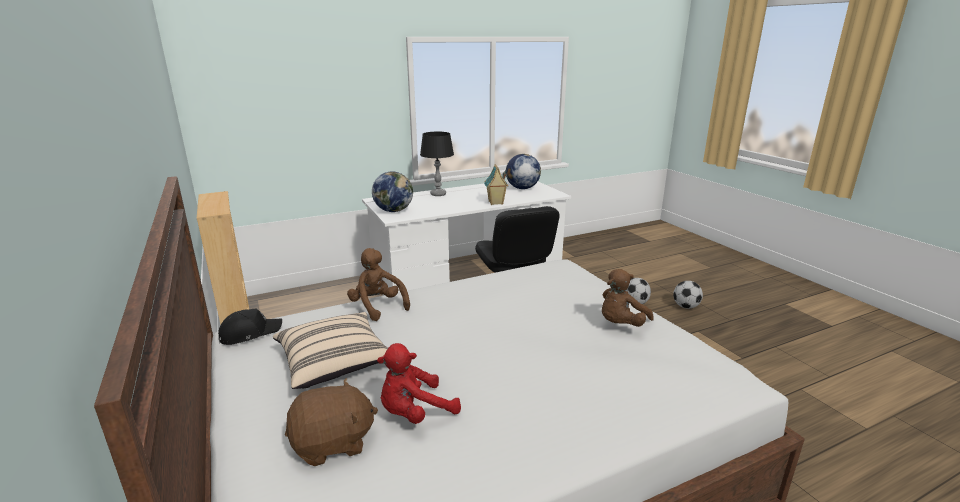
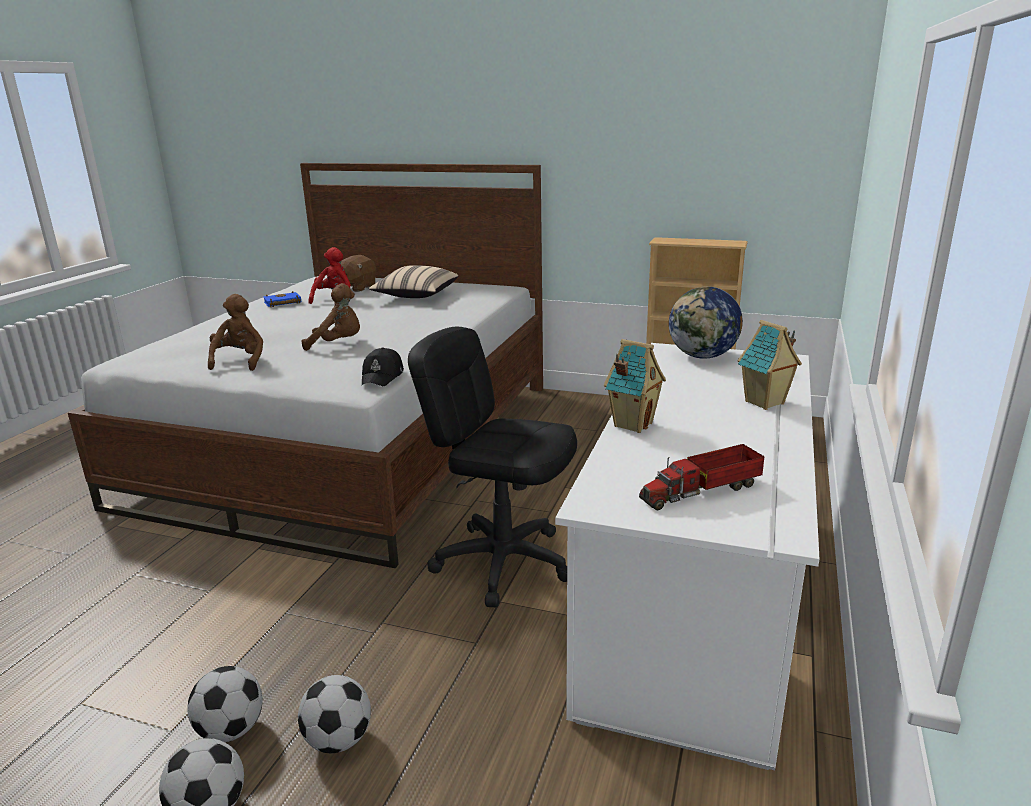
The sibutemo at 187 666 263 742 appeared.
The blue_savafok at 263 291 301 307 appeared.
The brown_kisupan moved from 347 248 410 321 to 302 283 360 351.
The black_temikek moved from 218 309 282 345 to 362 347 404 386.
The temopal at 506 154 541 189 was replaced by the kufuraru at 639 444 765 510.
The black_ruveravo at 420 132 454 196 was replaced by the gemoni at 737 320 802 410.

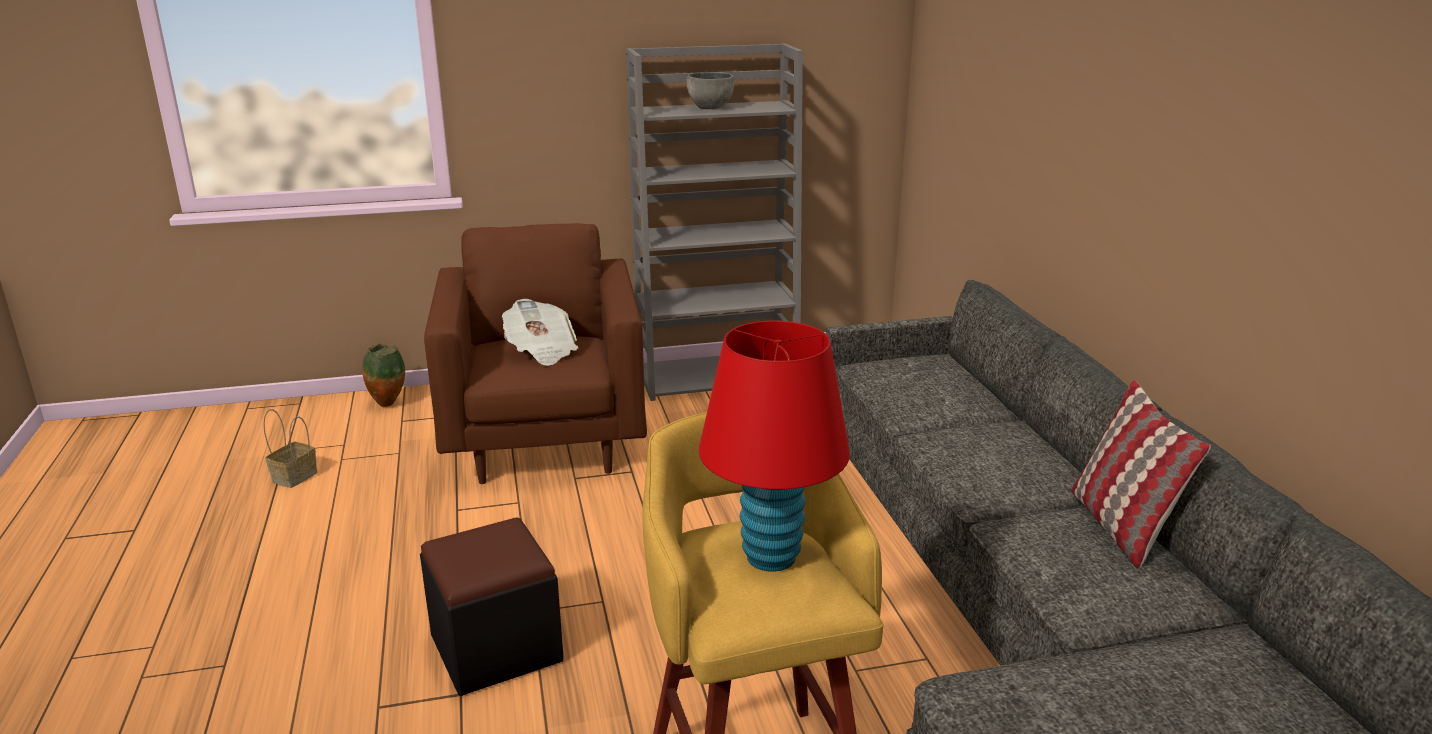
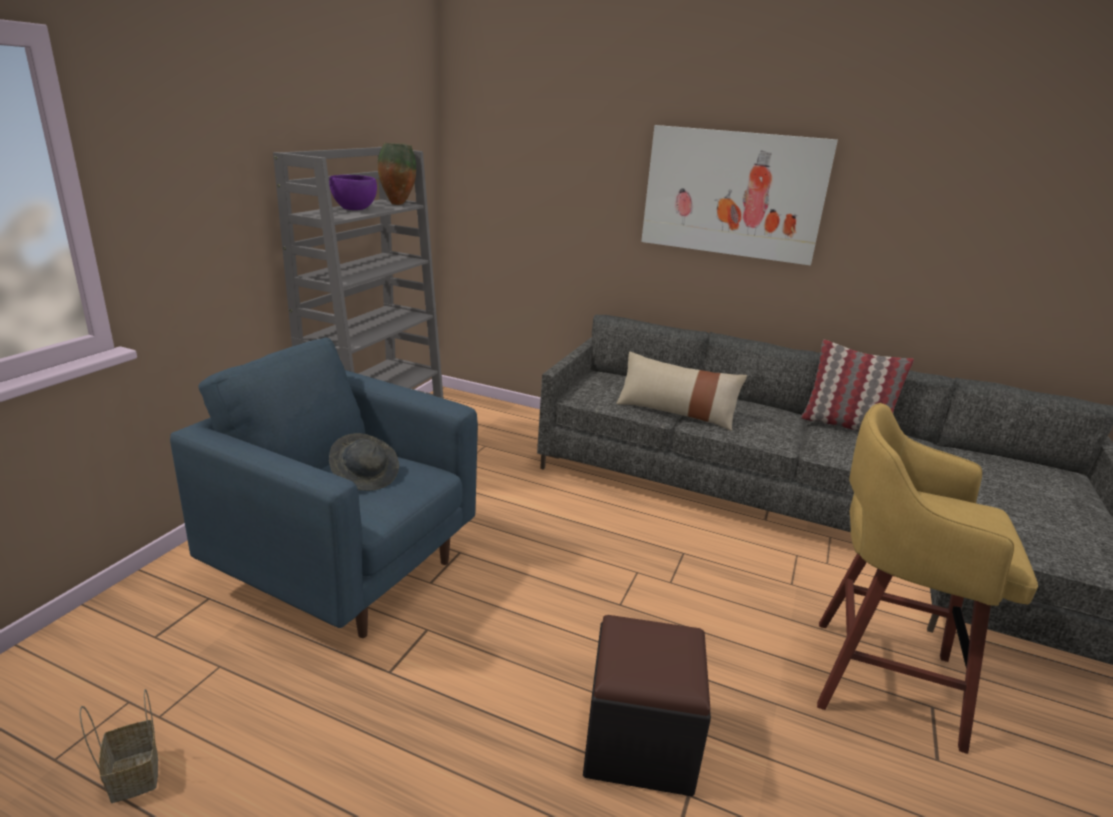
The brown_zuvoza at 424 223 647 484 became the blue_zuvoza at 170 338 478 638.
The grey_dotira at 686 72 734 109 became the purple_dotira at 329 175 377 210.
The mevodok at 502 299 578 366 was replaced by the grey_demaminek at 329 433 399 491.
The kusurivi moved from 362 343 405 407 to 378 142 416 205.
The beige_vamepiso at 616 352 747 431 appeared.
The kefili at 641 125 838 266 appeared.
The red_ruveravo at 699 321 850 572 disappeared.

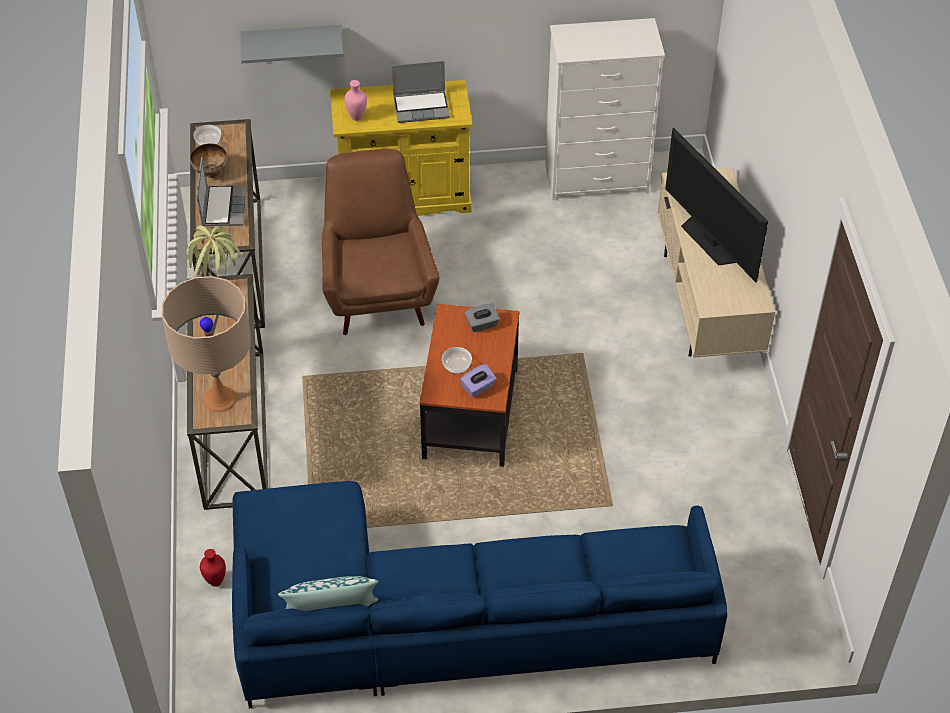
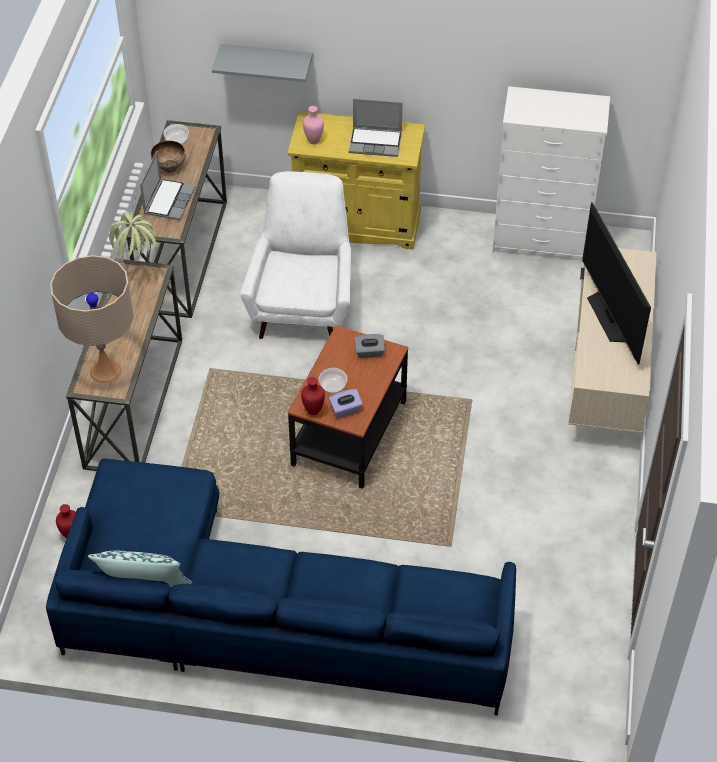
The brown_zuvoza at 322 149 440 335 became the white_zuvoza at 240 171 351 339.
The red_kusurivi at 301 377 325 415 appeared.

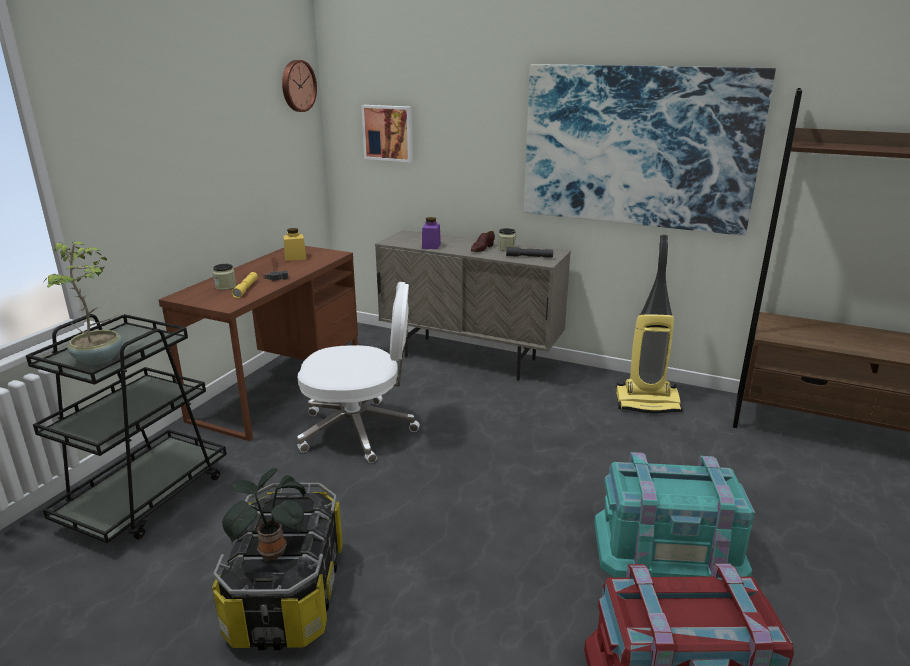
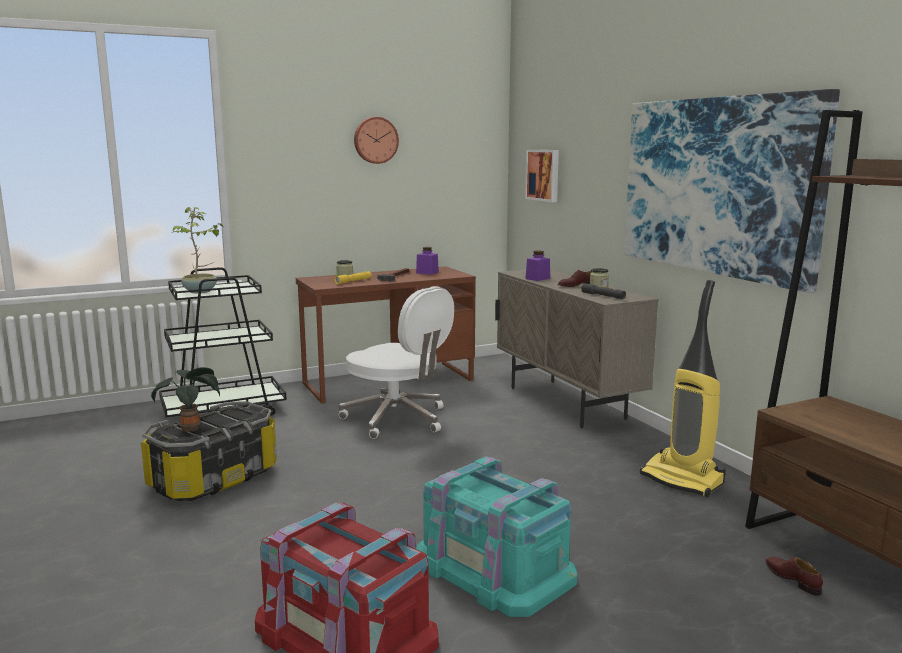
The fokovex moved from 282 60 317 112 to 354 117 399 164.
The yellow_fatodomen at 283 228 307 261 became the purple_fatodomen at 416 247 439 275.
The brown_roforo at 765 557 823 596 appeared.

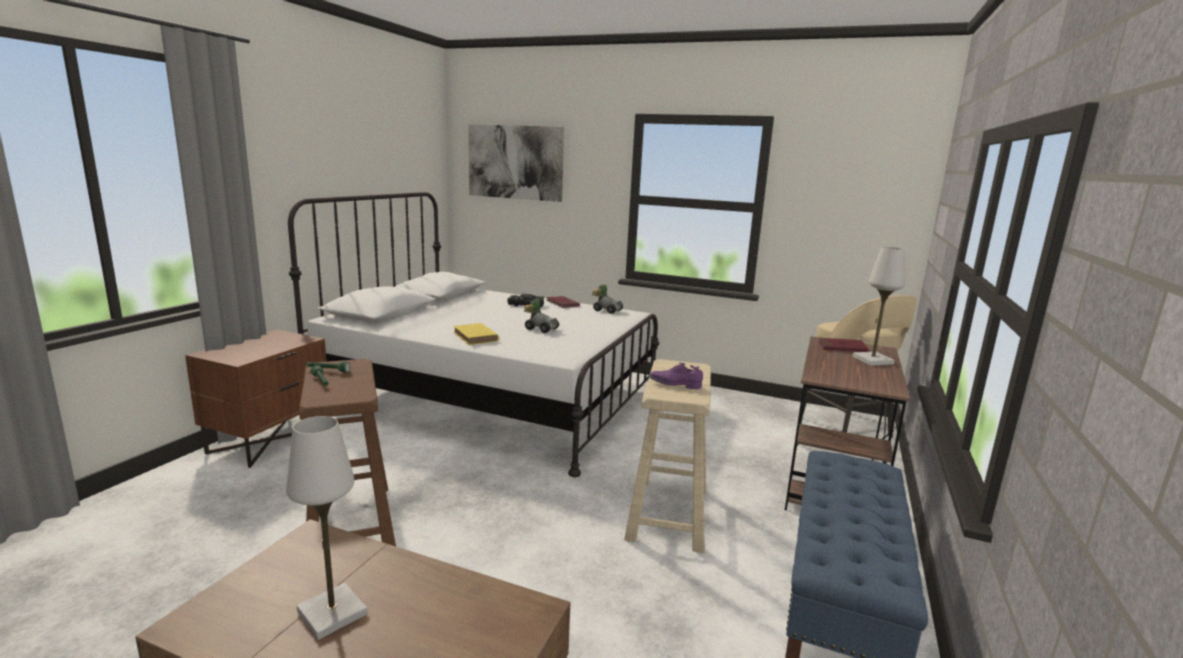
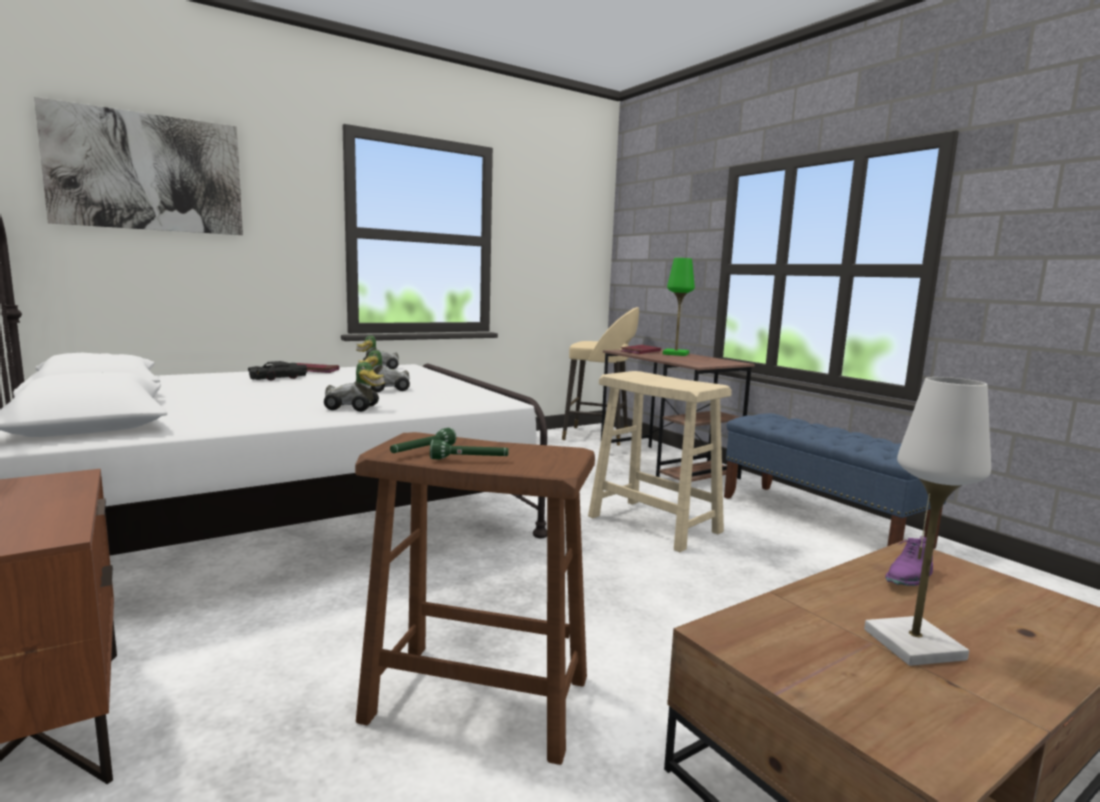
The yellow_savafok at 454 323 499 345 was replaced by the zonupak at 324 362 385 412.
The white_ruveravo at 852 247 905 366 became the green_ruveravo at 663 258 695 356.
The purple_roforo moved from 649 363 703 389 to 885 536 933 586.

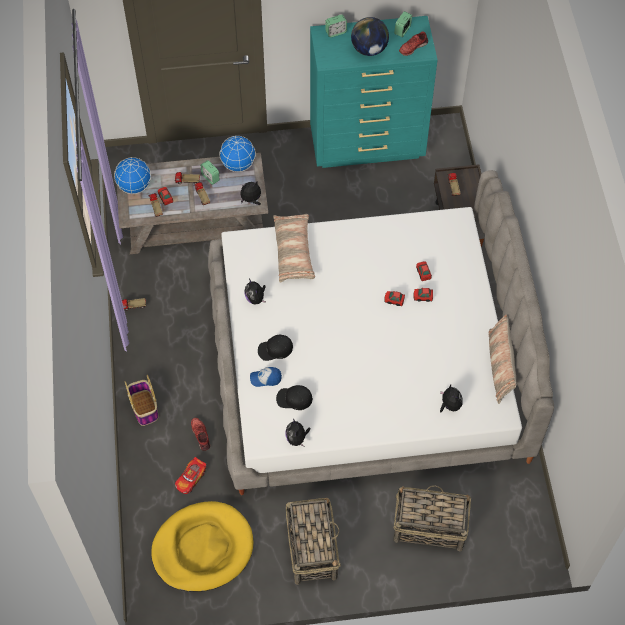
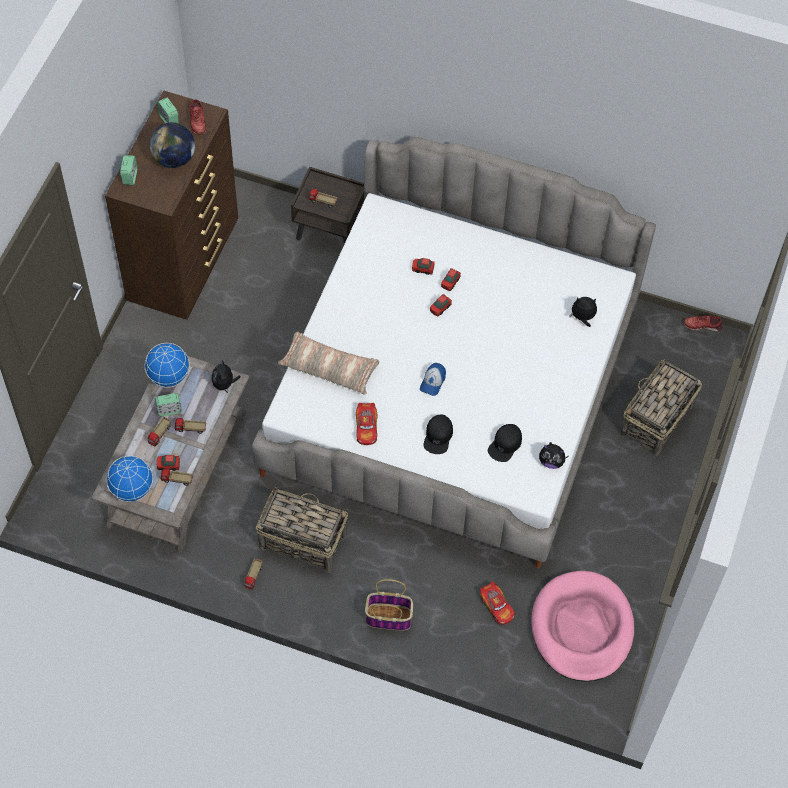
The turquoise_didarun at 310 16 438 168 became the brown_didarun at 105 91 238 320.
The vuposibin moved from 286 497 341 585 to 256 487 348 573.
The kisupan at 244 279 266 305 was replaced by the zonupak at 356 403 377 445.
The temikek moved from 250 367 282 387 to 420 363 446 396.
The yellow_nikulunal at 151 501 253 592 became the pink_nikulunal at 531 571 634 682.
The red_roforo moved from 191 418 210 451 to 684 315 722 332.
The vamepiso at 488 314 516 404 disappeared.

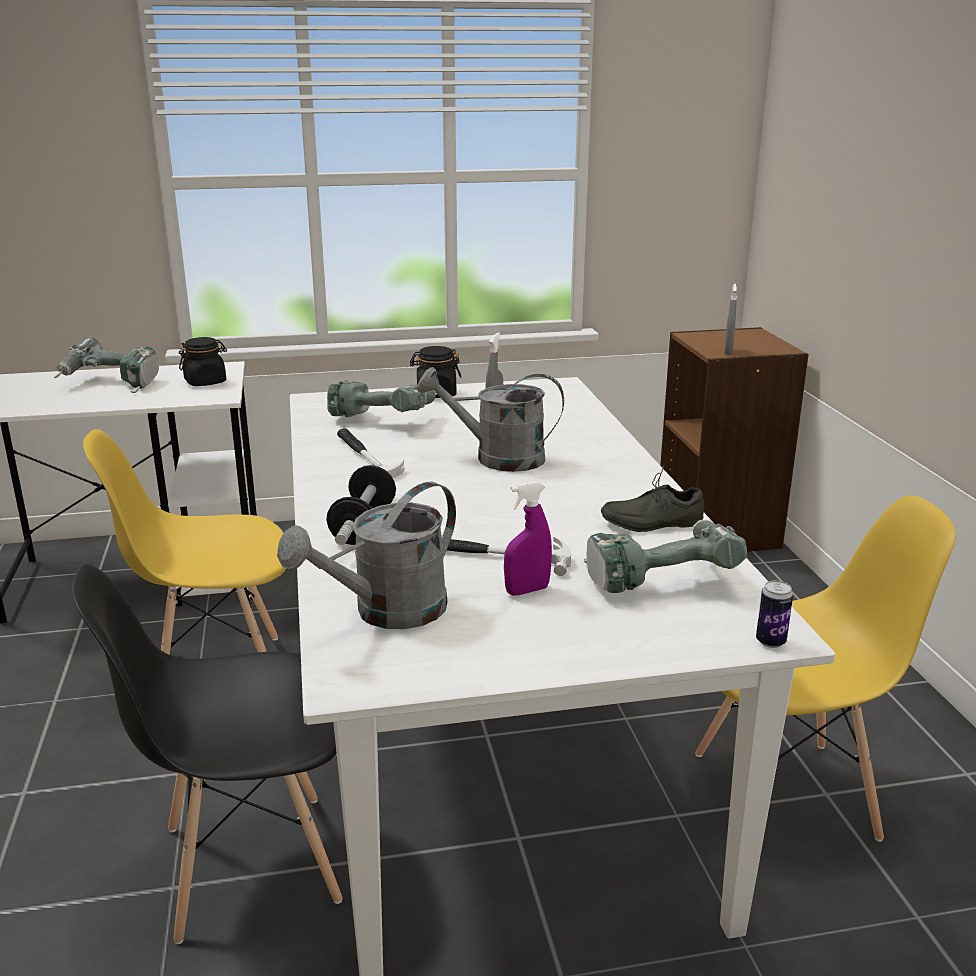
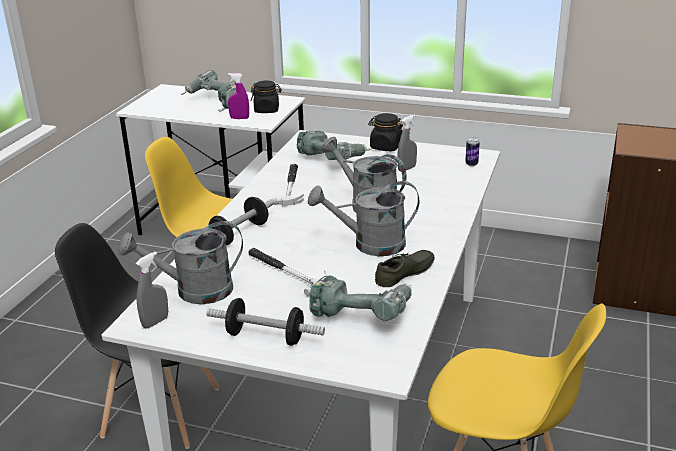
The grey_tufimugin moved from 724 284 737 354 to 136 251 168 329.
The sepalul at 206 298 325 346 appeared.
The purple_tufimugin moved from 504 481 552 596 to 228 73 249 119.
The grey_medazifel at 308 181 419 256 appeared.
The grey_roforo at 601 465 704 532 turned 120 degrees clockwise.
The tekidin moved from 756 581 793 648 to 465 137 480 166.

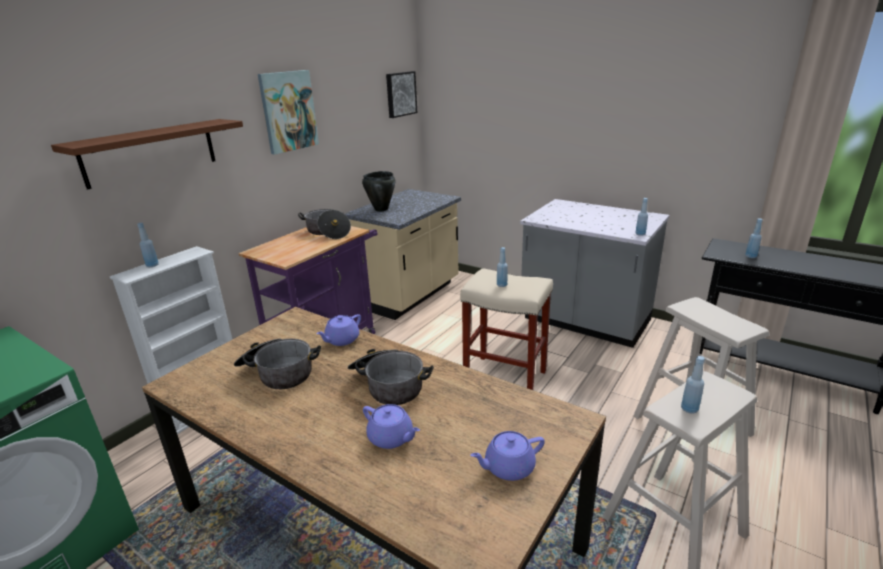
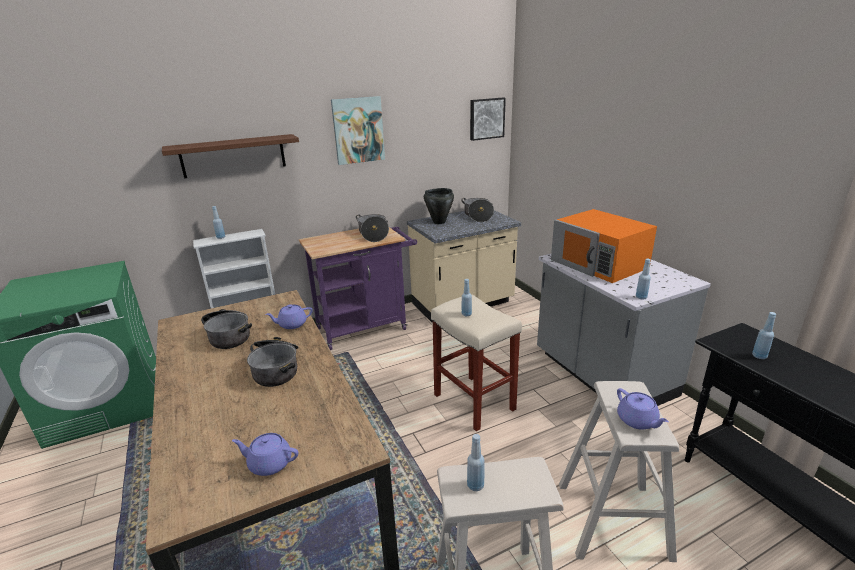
The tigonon at 461 198 494 222 appeared.
The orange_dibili at 551 209 657 283 appeared.
The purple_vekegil moved from 363 404 420 449 to 617 388 669 430.

